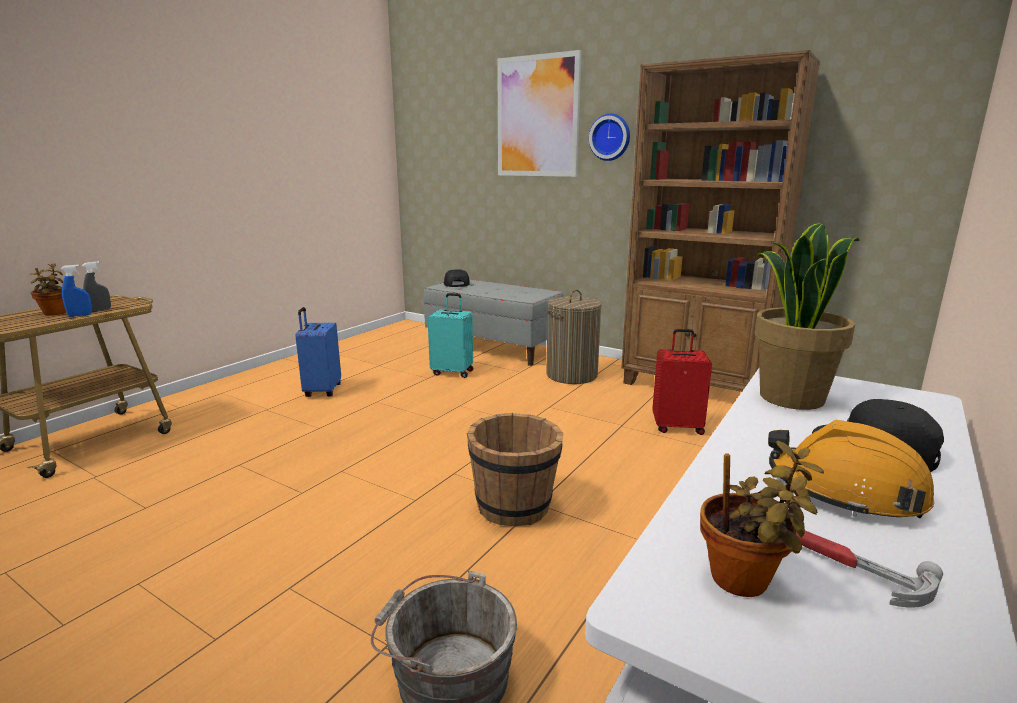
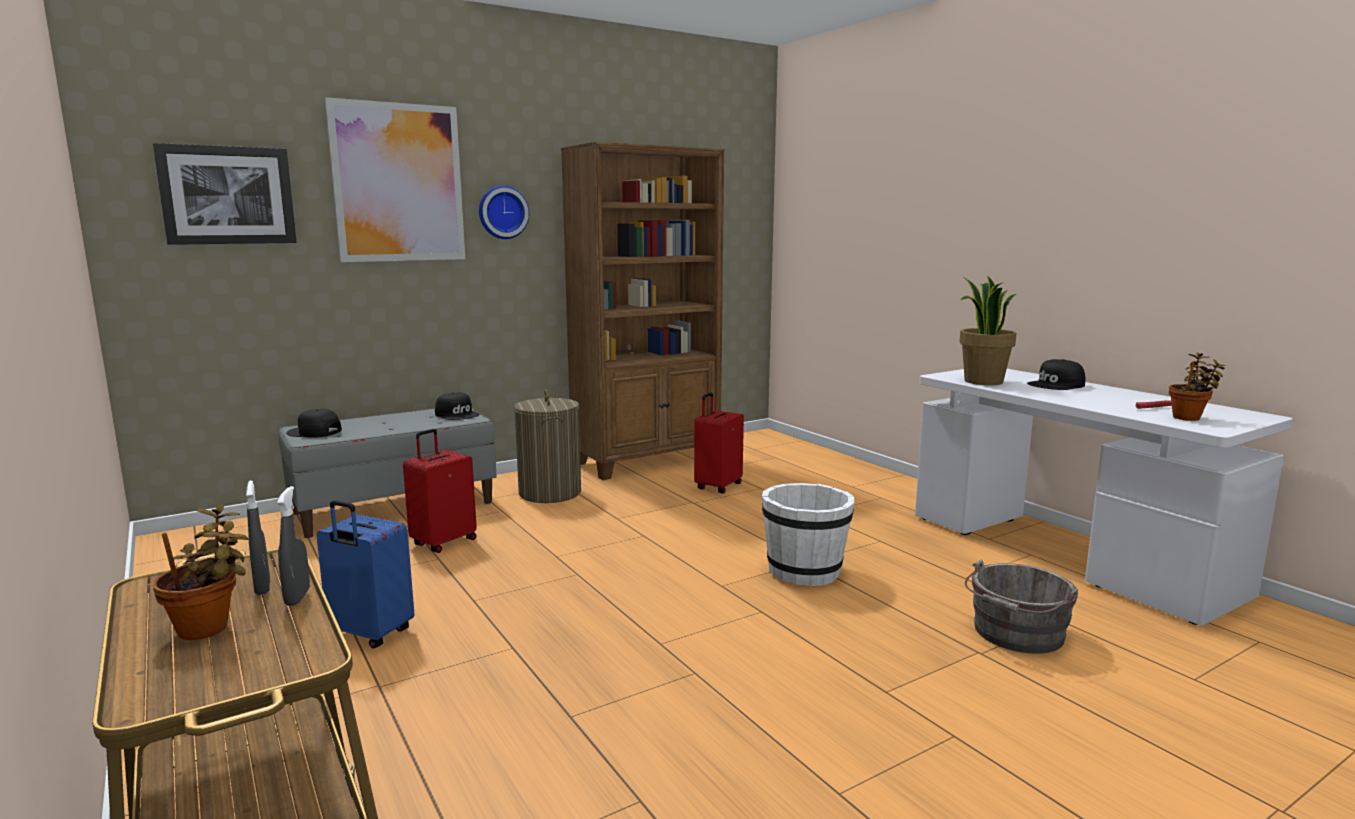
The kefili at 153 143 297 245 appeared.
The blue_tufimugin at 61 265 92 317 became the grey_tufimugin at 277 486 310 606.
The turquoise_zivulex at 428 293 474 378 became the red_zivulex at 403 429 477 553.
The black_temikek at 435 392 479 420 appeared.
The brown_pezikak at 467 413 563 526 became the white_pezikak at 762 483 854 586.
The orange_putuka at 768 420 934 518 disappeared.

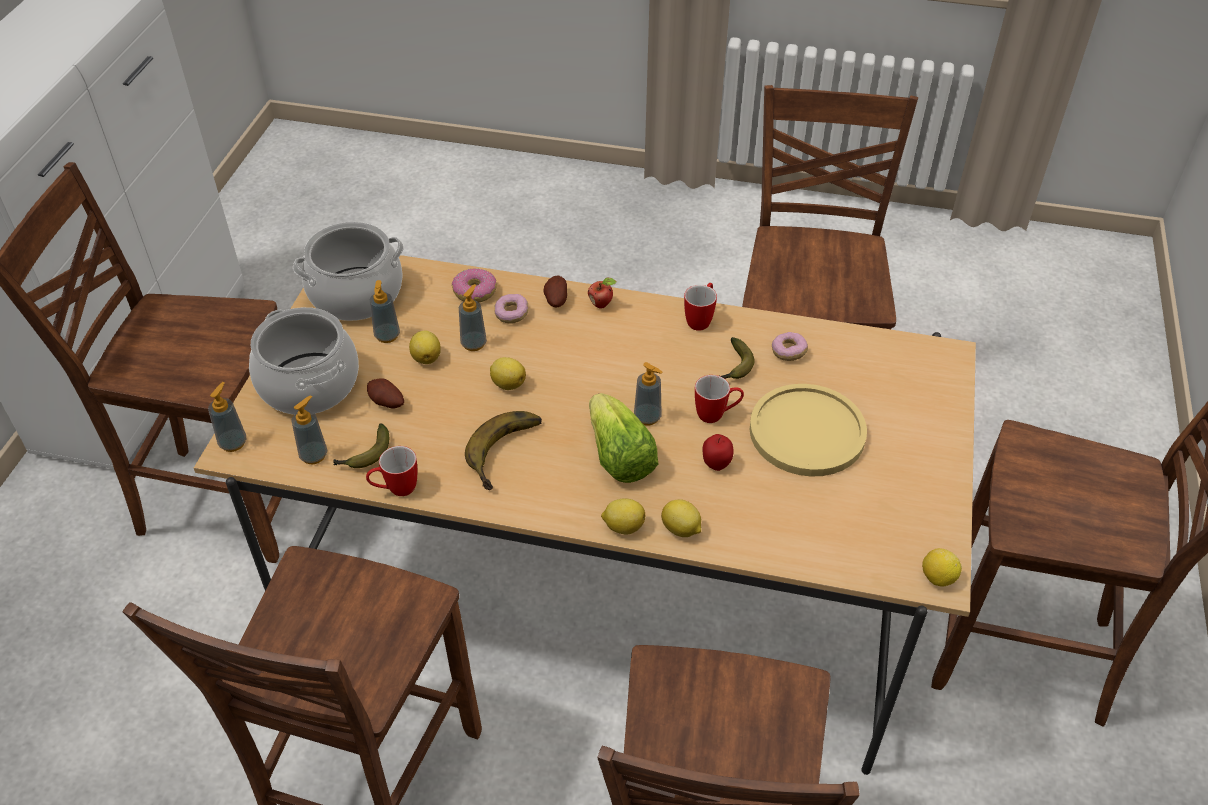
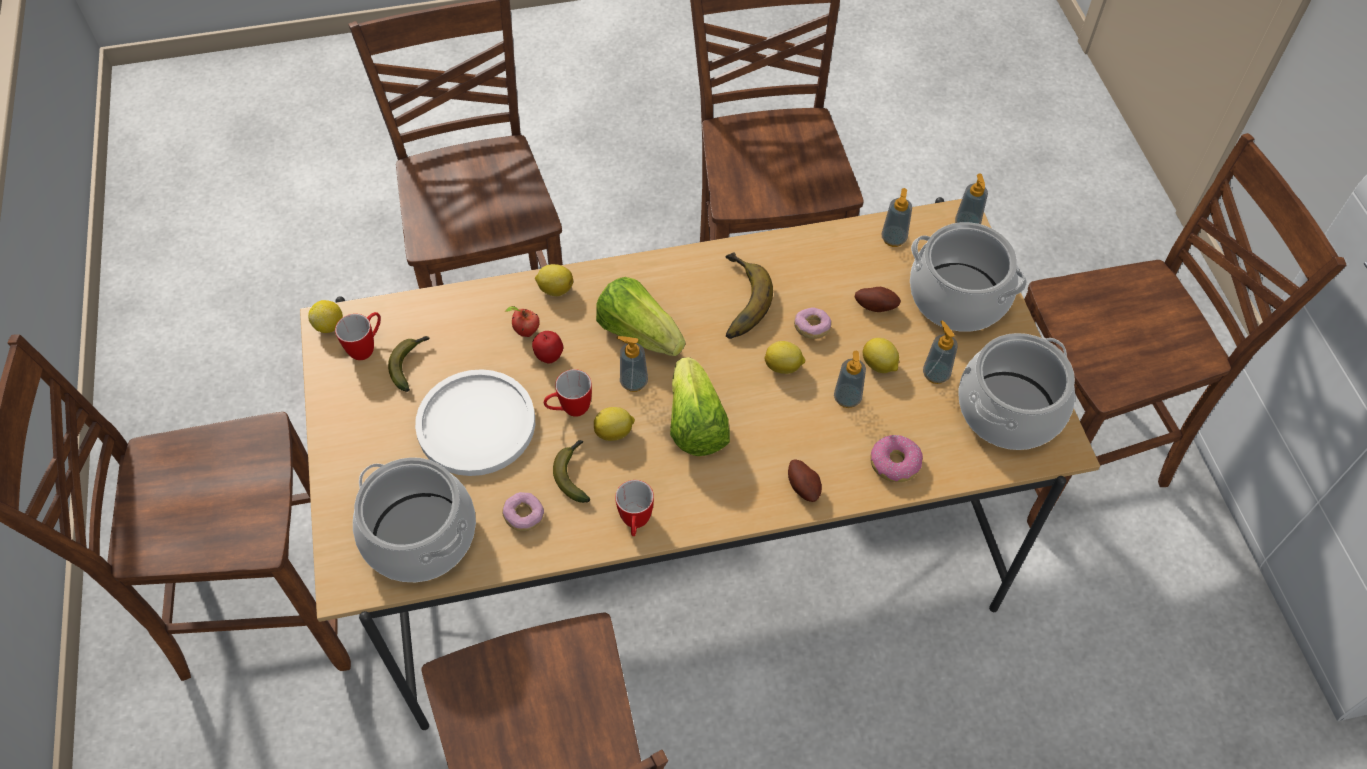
The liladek moved from 366 446 417 496 to 335 312 381 360.
The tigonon at 353 457 476 582 appeared.
The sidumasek moved from 333 423 389 468 to 388 336 430 392.
The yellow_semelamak at 749 384 867 476 became the white_semelamak at 415 369 535 476.
The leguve moved from 588 277 617 309 to 505 306 540 337.
The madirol moved from 601 498 645 534 to 594 407 635 441.
The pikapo at 670 357 730 456 appeared.
The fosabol moved from 495 294 528 324 to 794 307 832 339.

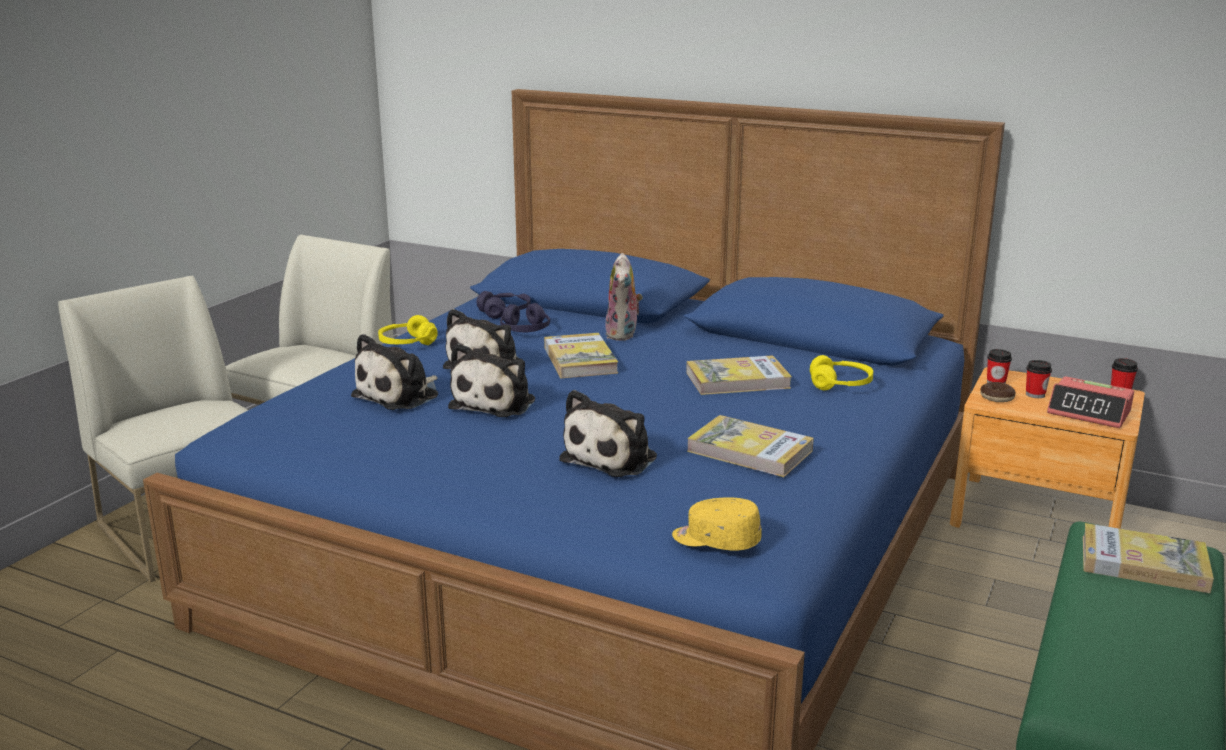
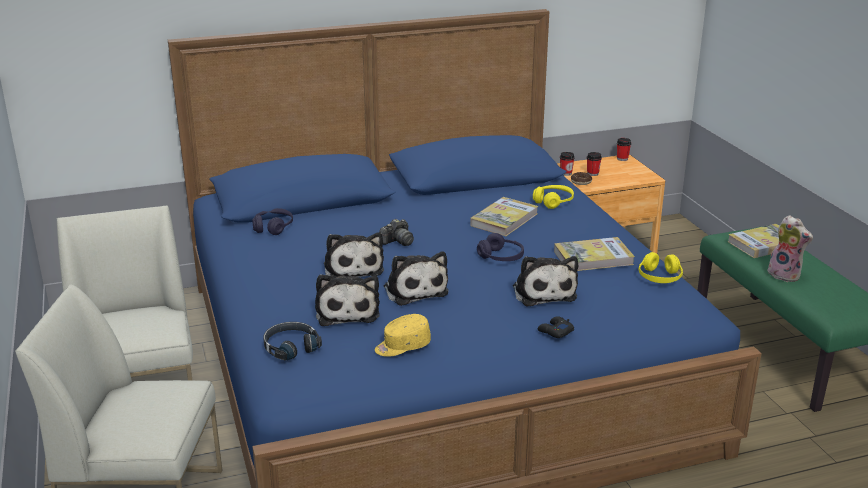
The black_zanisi at 263 322 322 361 appeared.
The yellow_temikek moved from 672 497 762 550 to 375 314 431 357.
The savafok at 544 333 618 378 was replaced by the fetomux at 379 219 414 246.
The purple_zanisi moved from 500 303 550 332 to 477 233 524 261.
The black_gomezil at 537 316 574 338 appeared.
The yellow_zanisi moved from 378 315 438 345 to 638 252 683 283.
The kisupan moved from 605 253 643 341 to 767 215 813 282.
The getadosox at 1047 376 1134 428 disappeared.

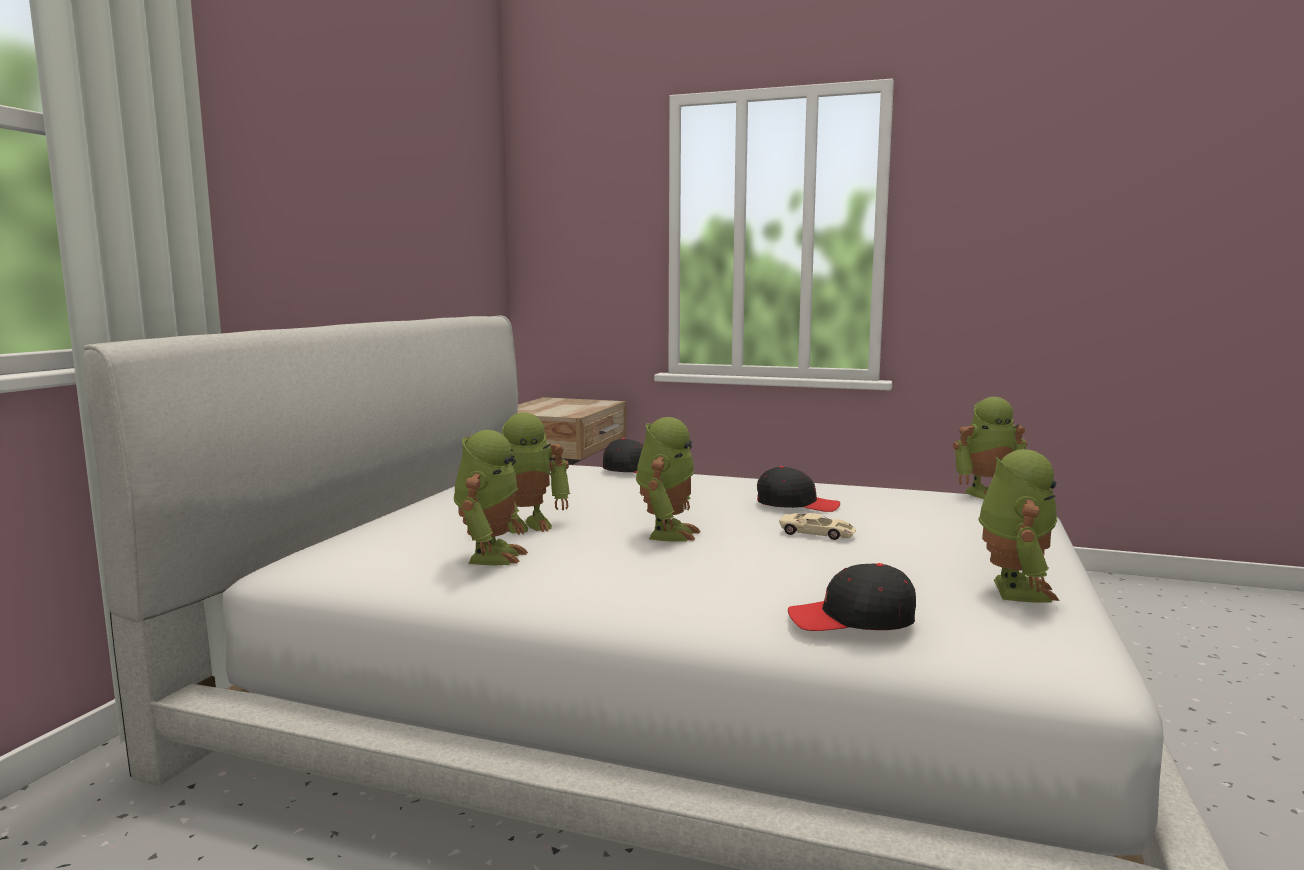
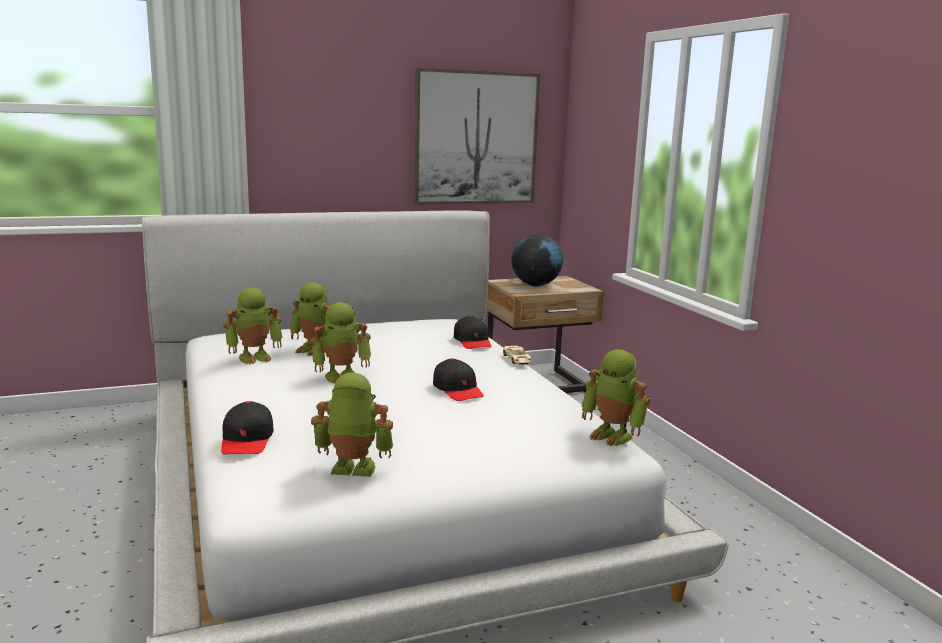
The black_temikek at 788 563 916 631 turned 150 degrees counterclockwise.
The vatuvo at 978 449 1059 603 turned 150 degrees counterclockwise.
The kefili at 414 68 540 205 appeared.
The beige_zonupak moved from 779 513 856 540 to 503 346 531 365.
The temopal at 511 234 563 287 appeared.

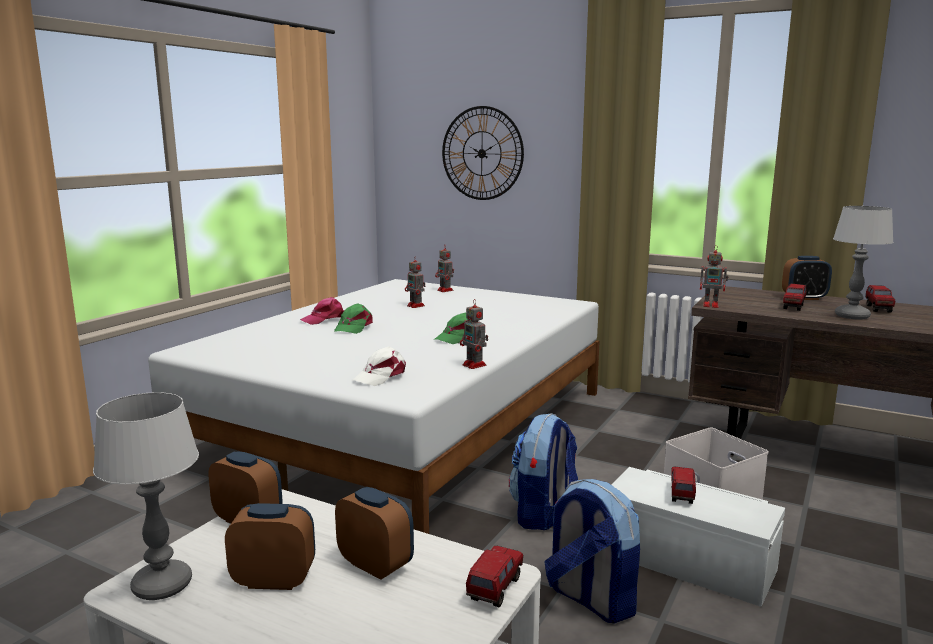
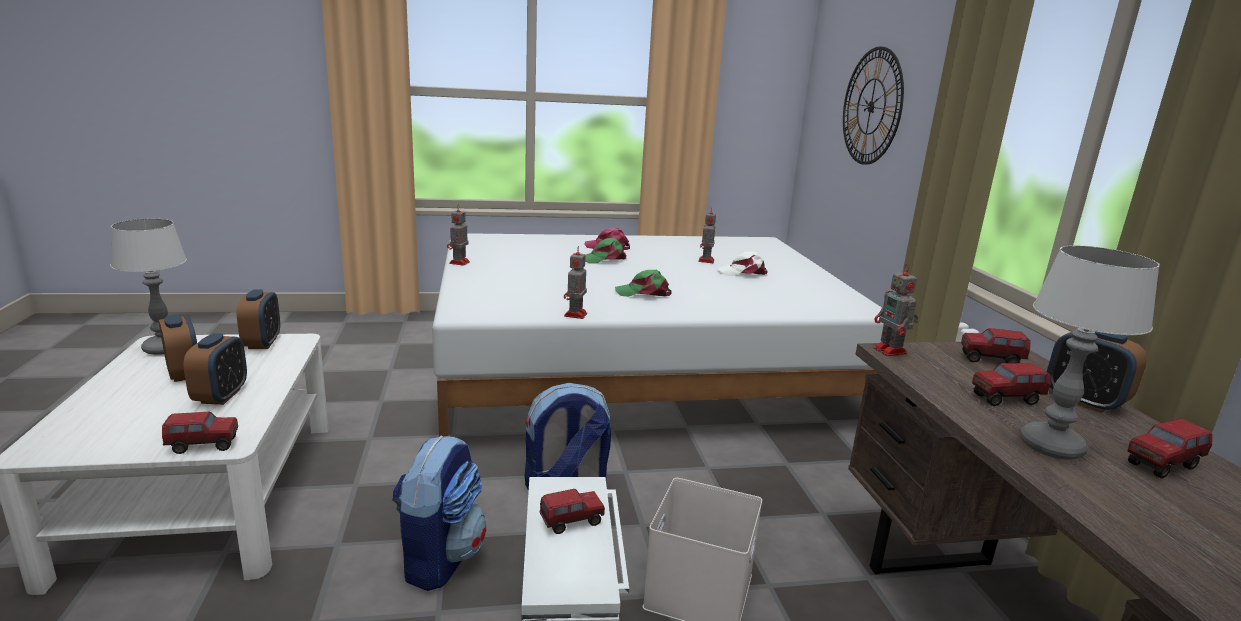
The vatuvo moved from 435 245 454 292 to 447 206 470 266.
The white_temikek moved from 352 346 406 386 to 718 251 767 276.
The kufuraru at 961 328 1031 363 appeared.

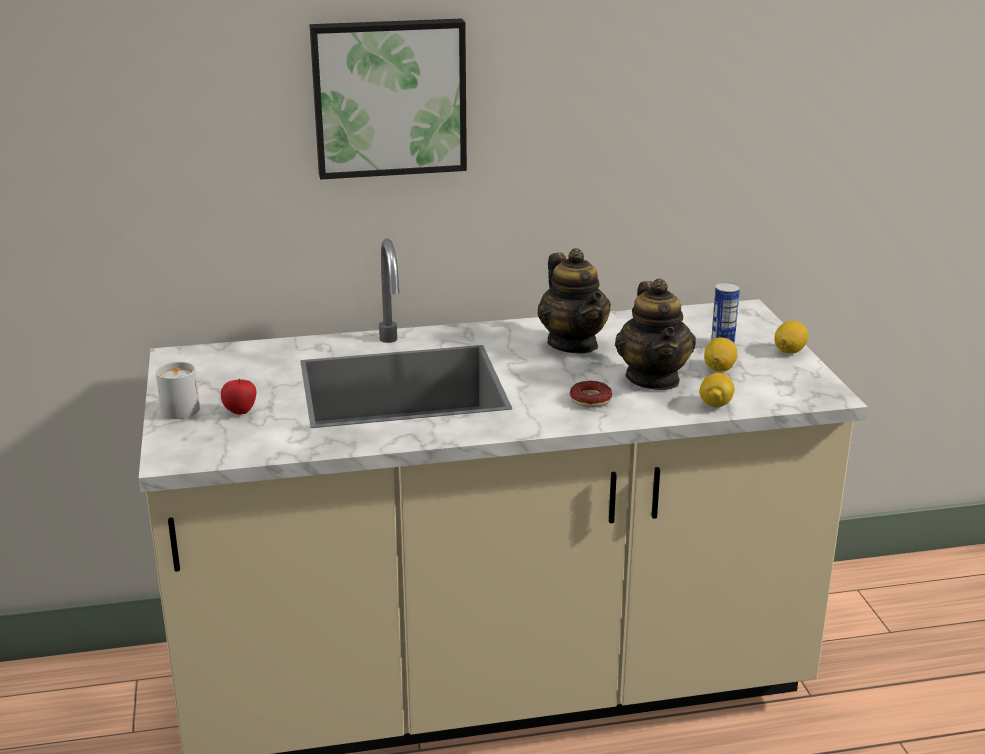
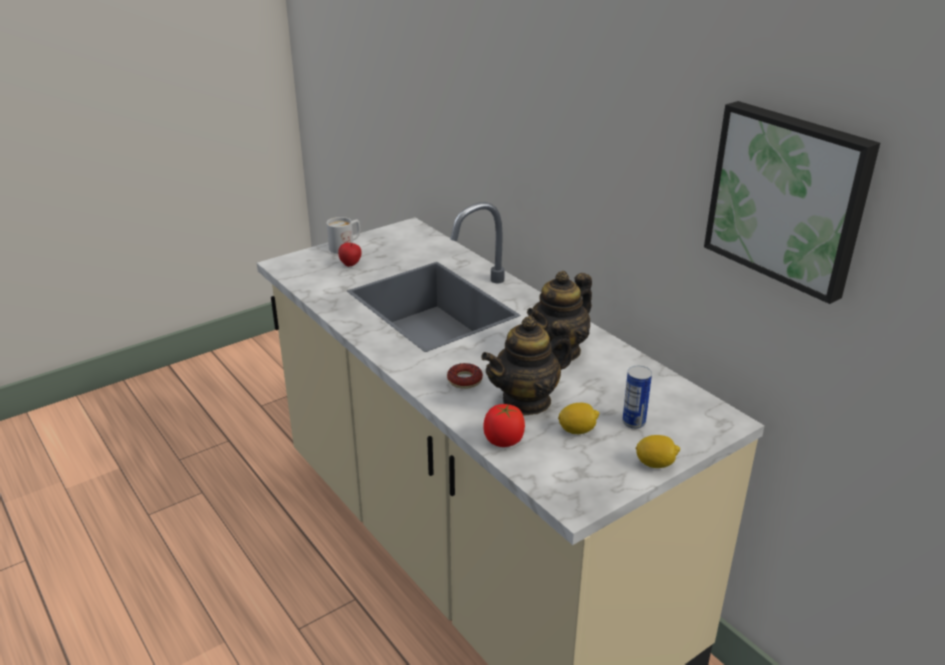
The madirol at 700 373 734 407 was replaced by the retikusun at 483 404 525 447.
The kefili moved from 310 18 467 180 to 704 101 880 304.

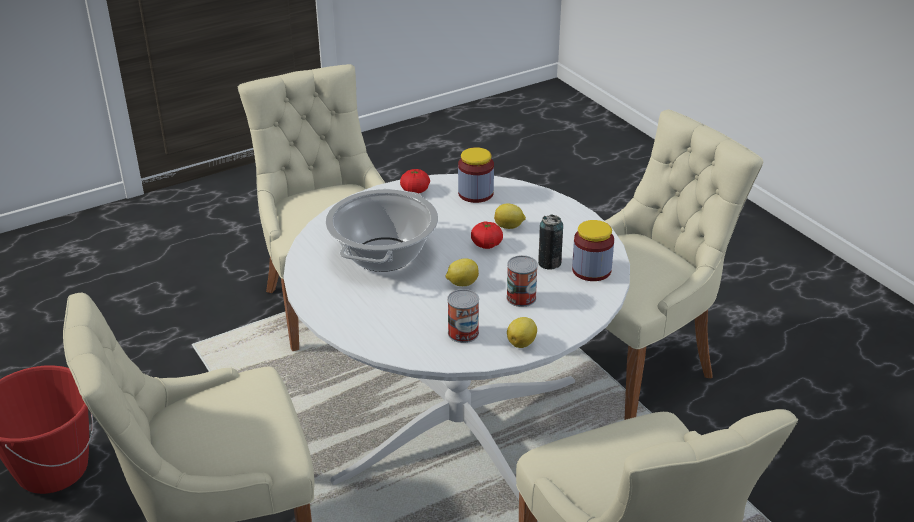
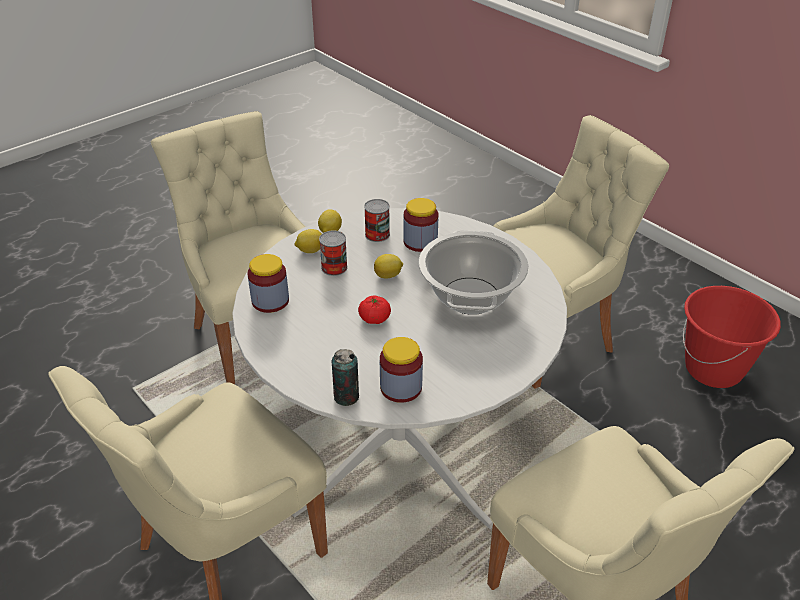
The madirol moved from 494 203 526 229 to 295 229 322 253.
The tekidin moved from 538 215 563 270 to 332 349 359 406.
The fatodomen at 403 198 439 252 appeared.
The retikusun at 400 169 430 193 disappeared.

